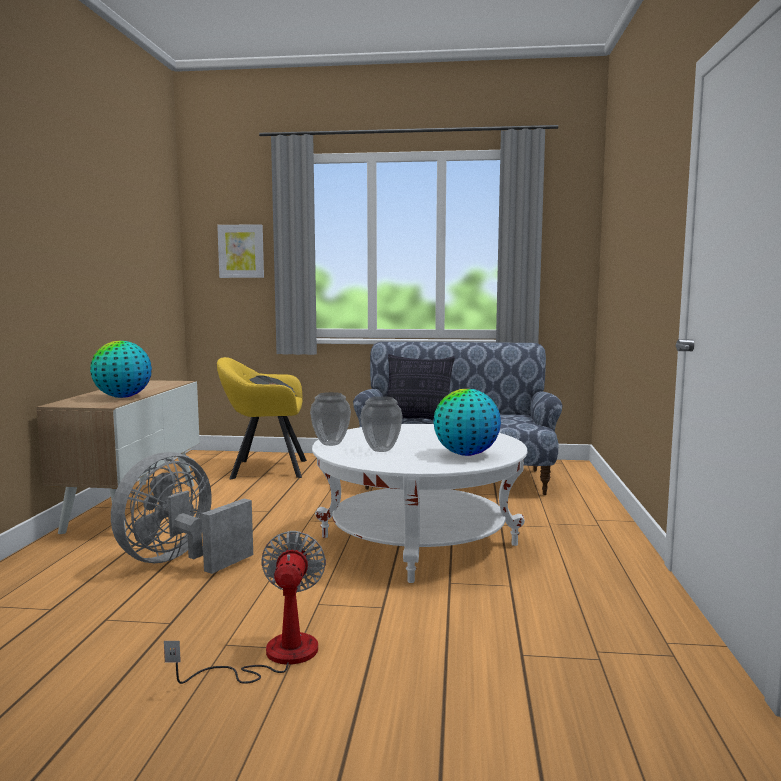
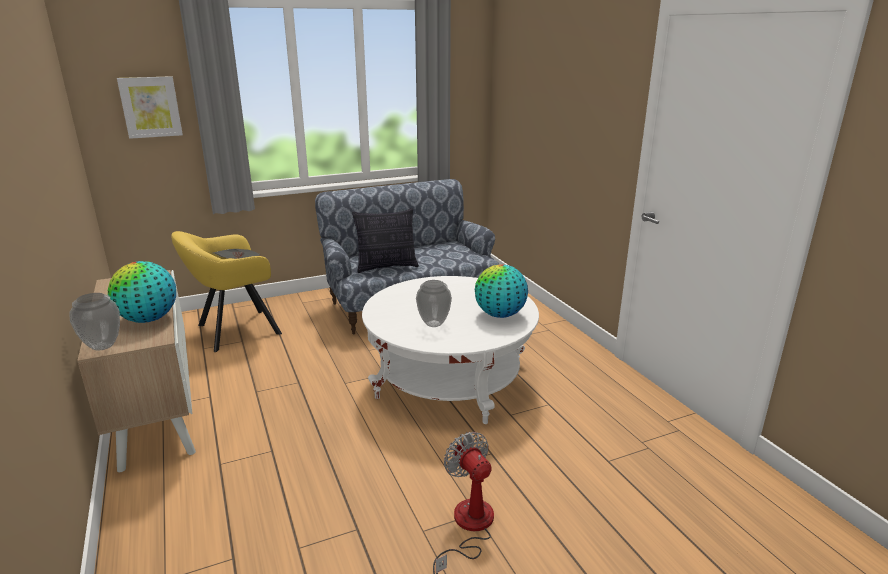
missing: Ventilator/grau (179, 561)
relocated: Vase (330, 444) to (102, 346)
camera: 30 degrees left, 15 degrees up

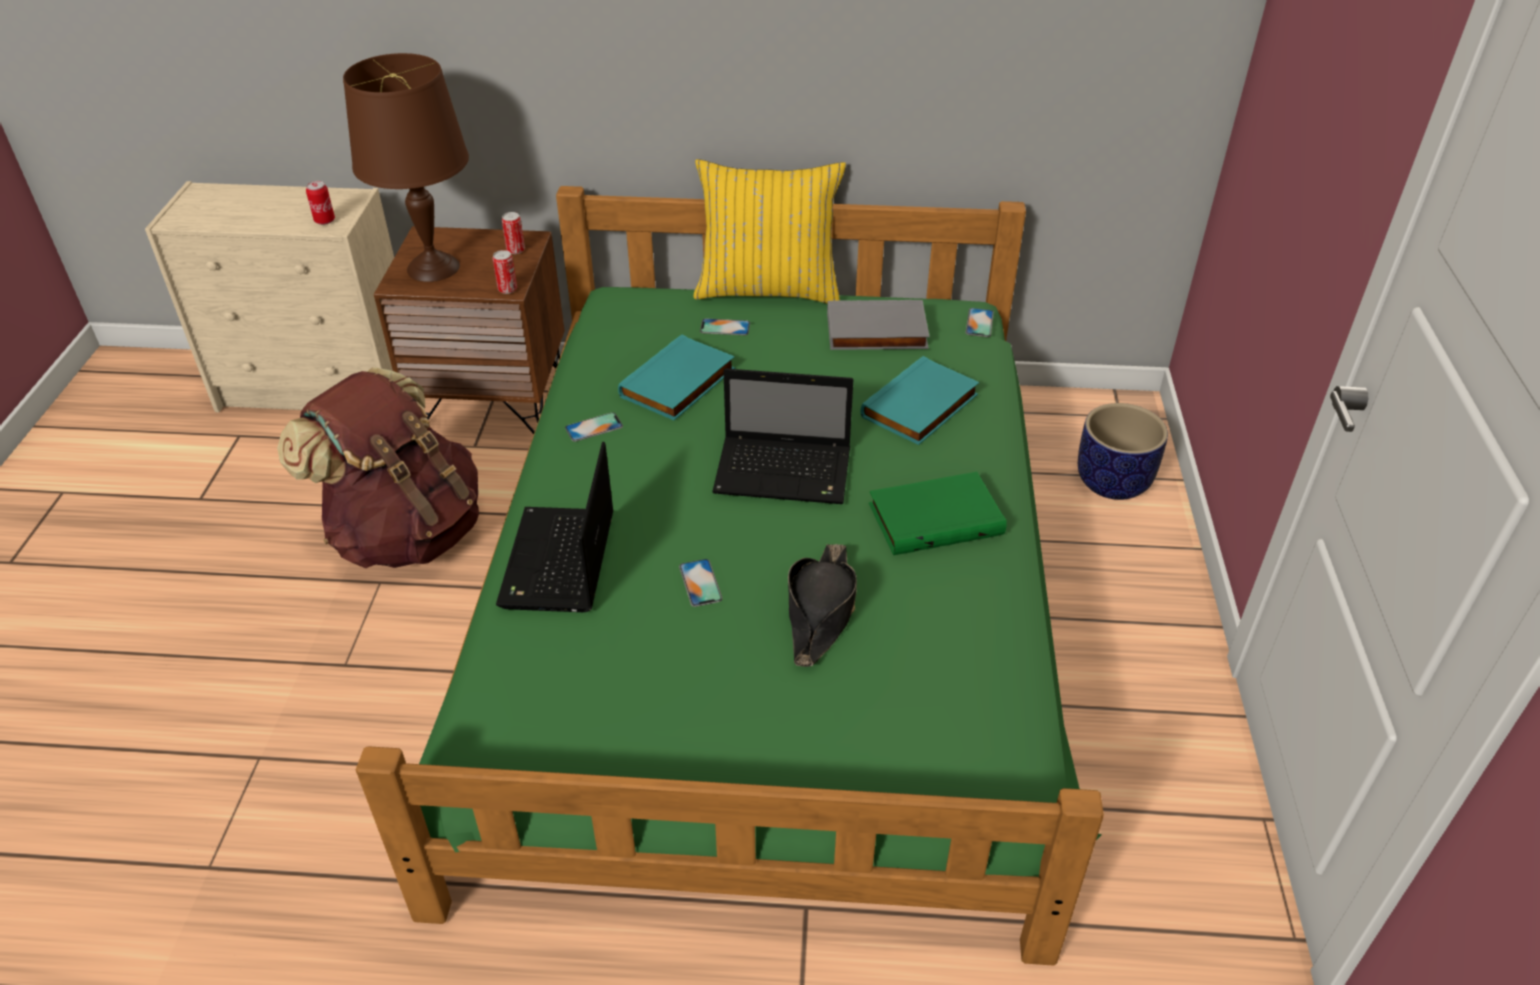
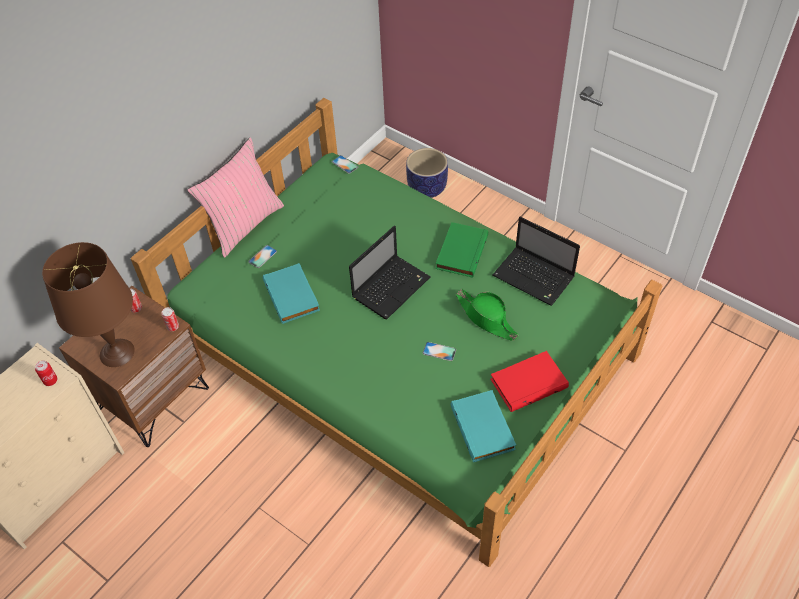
missing: Rucksack/braun (406, 532); Handy (594, 427); Buch/grau (876, 332)
appeared: Buch/rot (528, 382)
relocated: Buch/türkis (921, 407) to (484, 428); Laptop (559, 563) to (535, 277)
colour: Kissen/gelb (768, 290) to Kissen/rosa (244, 225); Hut/schwarz (820, 611) to Hut/grün (486, 318)
camera: 55 degrees left, 10 degrees up

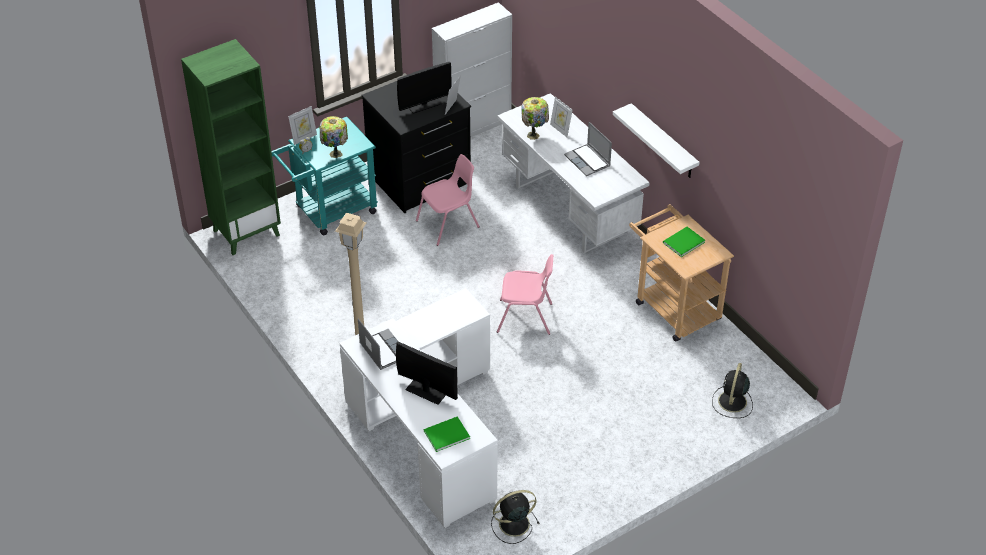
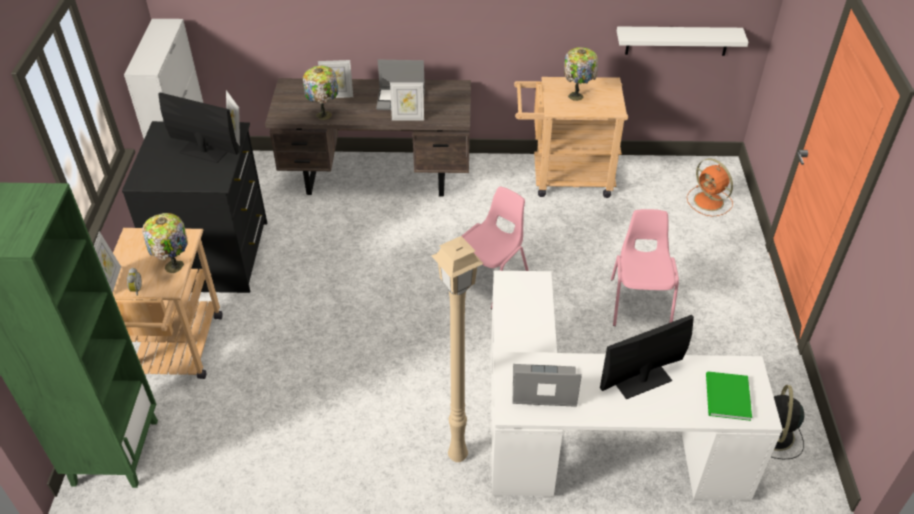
appeared: Bilderrahmen (408, 118)
relocated: Stuhl/rosa (449, 224) to (639, 302); Wandregal/weiß (663, 142) to (677, 40)
exchanged: Buch/grün (682, 242) to Tischlampe (577, 96)
colour: Rollwagen/türkis (330, 212) to Rollwagen/beige (175, 353); Schreibtisch/weiß (570, 210) to Schreibtisch/braun (378, 177); Ventilator/schwarz (732, 402) to Ventilator/orange (709, 202)
spun: Monitor (424, 104) = (203, 152) 75 degrees counterclockwise
camera: 55 degrees left, 0 degrees up

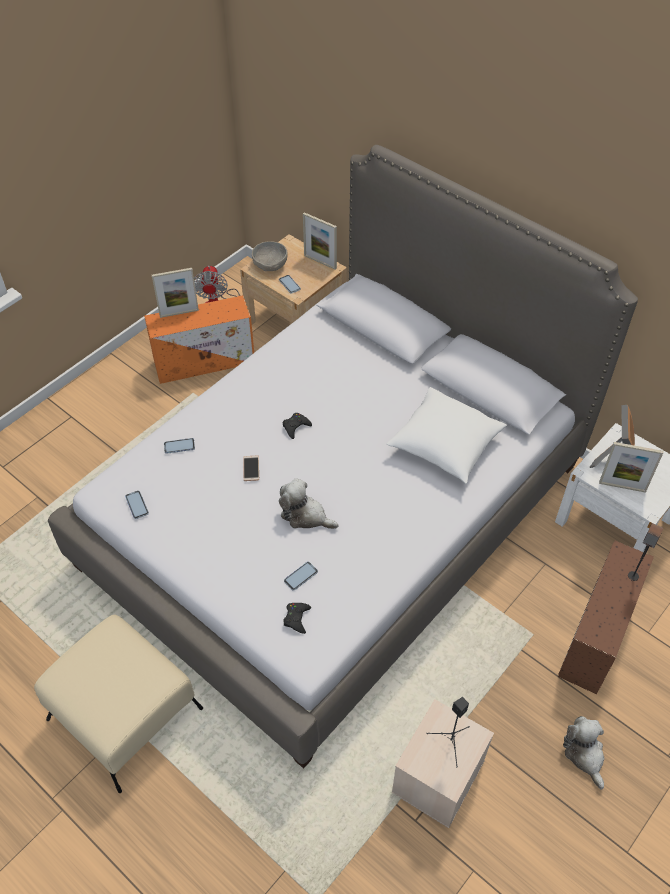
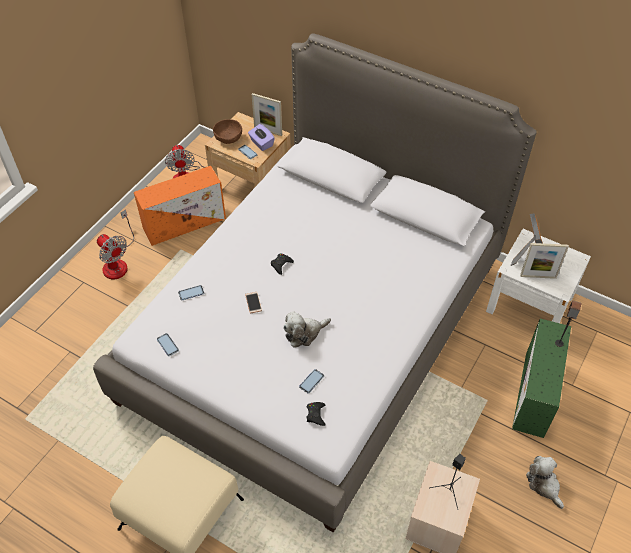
missing: Bilderrahmen (179, 313); Kissen/weiß (445, 446)
appeared: Ventilator (117, 262); Taschentuchbox/lila (261, 143)
colour: Schüssel/grau (270, 265) to Schüssel/braun (228, 138); Aufbewahrungsbox/braun (596, 637) to Aufbewahrungsbox/grün (534, 394)
spun: Plüschtier (305, 515) = (304, 333) 45 degrees counterclockwise
camera: 10 degrees left, 0 degrees up

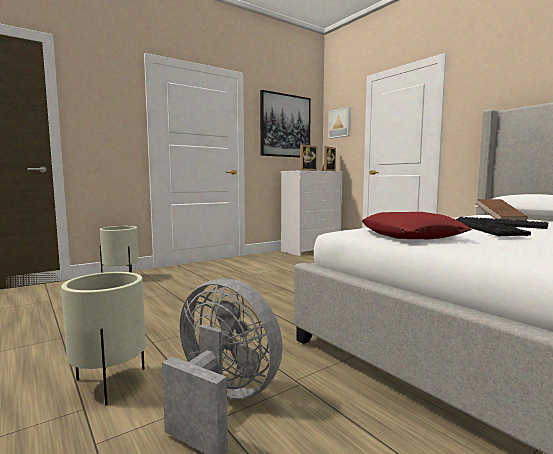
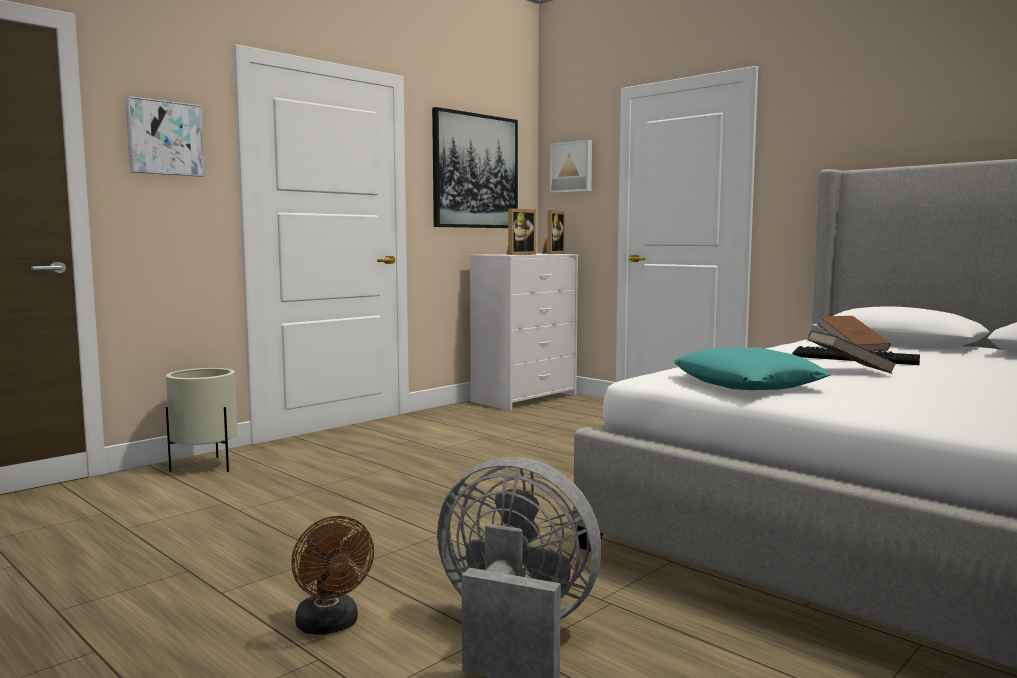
appeared: Bild (164, 138)
exchanged: Pflanzkübel/beige (110, 383) to Ventilator/braun (330, 626); Tastatur (491, 230) to Buch/braun (849, 370)
colour: Kissen/rot (410, 235) to Kissen/türkis (747, 383)
camera: 10 degrees left, 0 degrees up

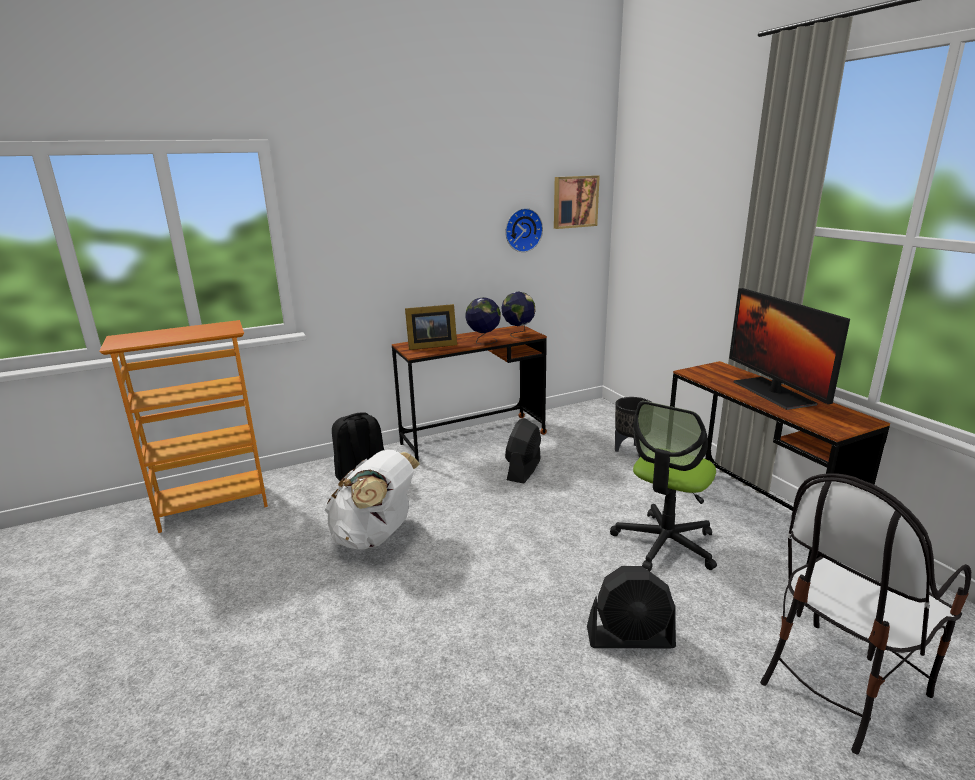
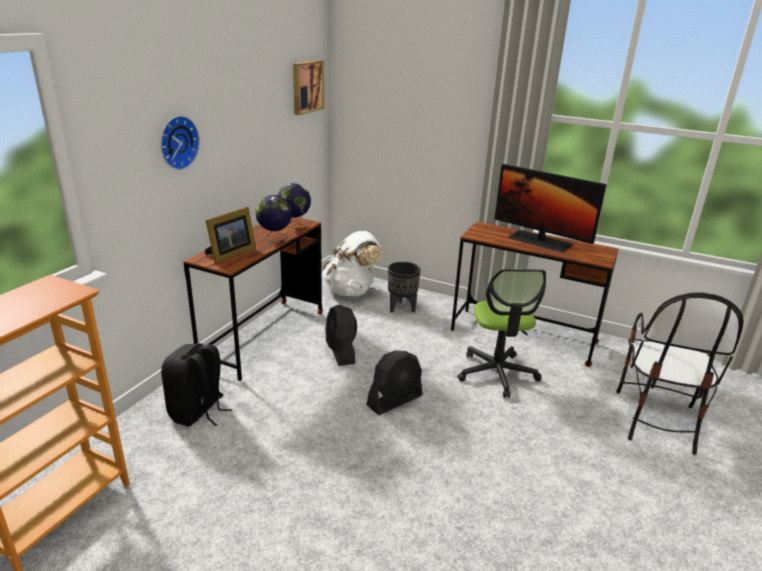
relocated: Wanduhr (522, 230) to (177, 142); Rucksack/weiß (375, 537) to (352, 291); Ventilator/schwarz (630, 638) to (395, 400)
camera: 40 degrees left, 5 degrees up

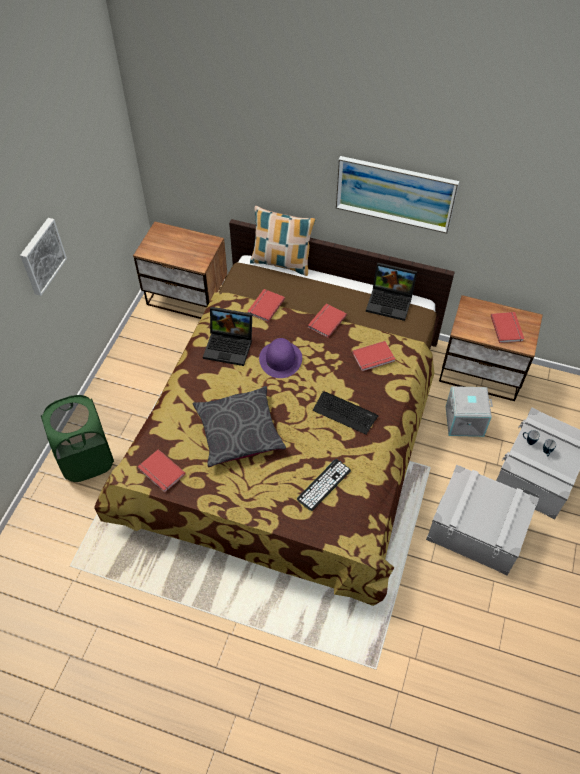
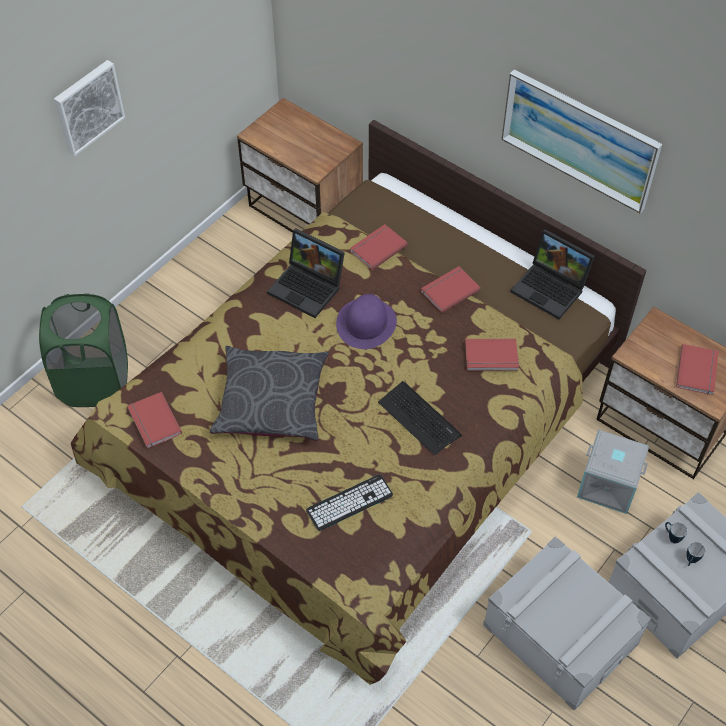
missing: Kissen (281, 263)
camera: 20 degrees right, 0 degrees up

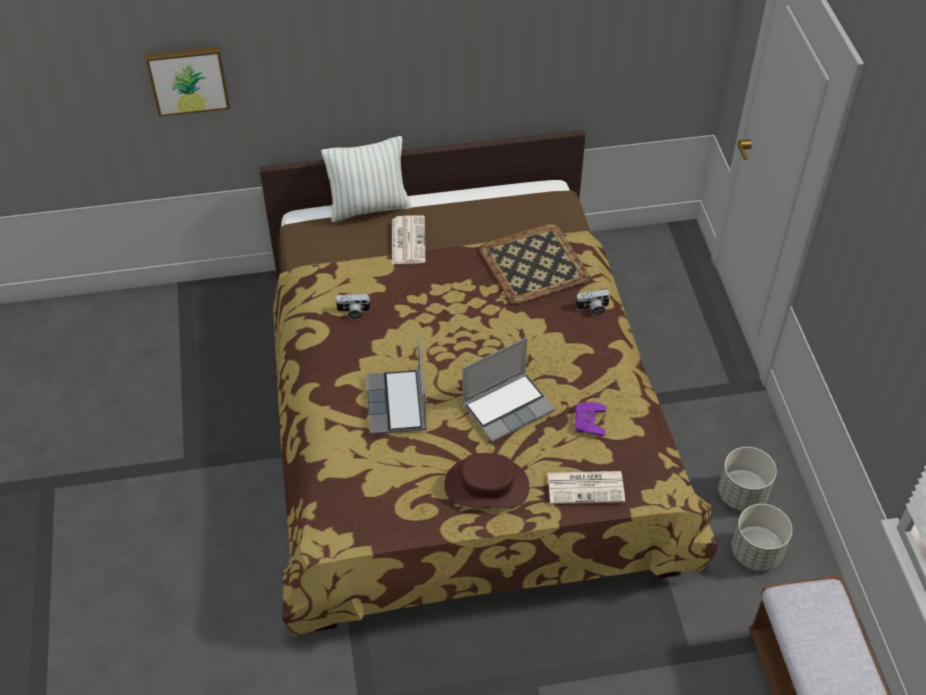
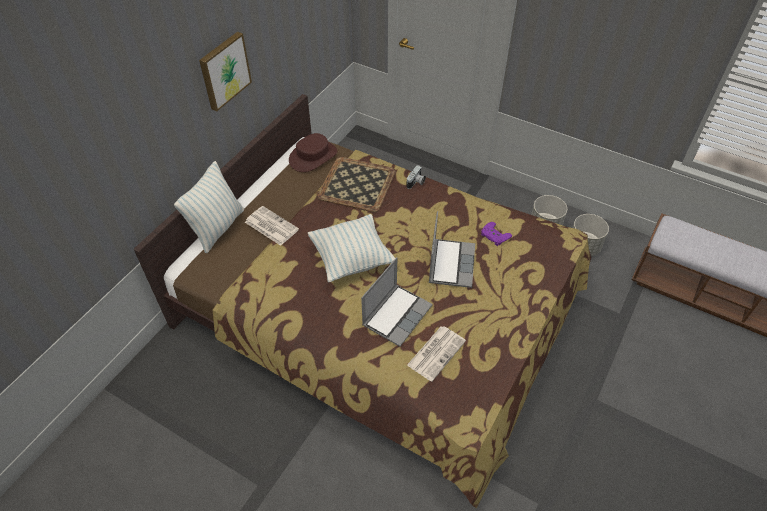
missing: Kamera (353, 312)
appeared: Kissen (351, 259)
relocated: Bild (188, 79) to (224, 70); Hut/braun (487, 486) to (313, 156); Zeitung (586, 487) to (436, 352)
spun: Laptop (397, 404) = (396, 314) 90 degrees counterclockwise
camera: 50 degrees left, 0 degrees up

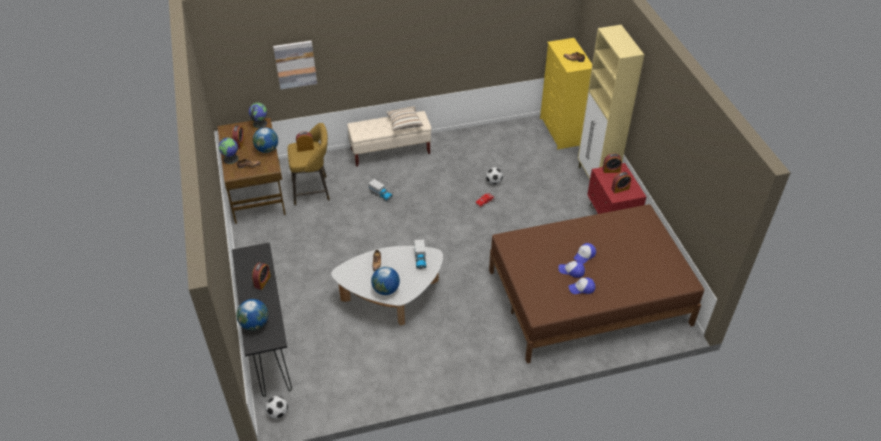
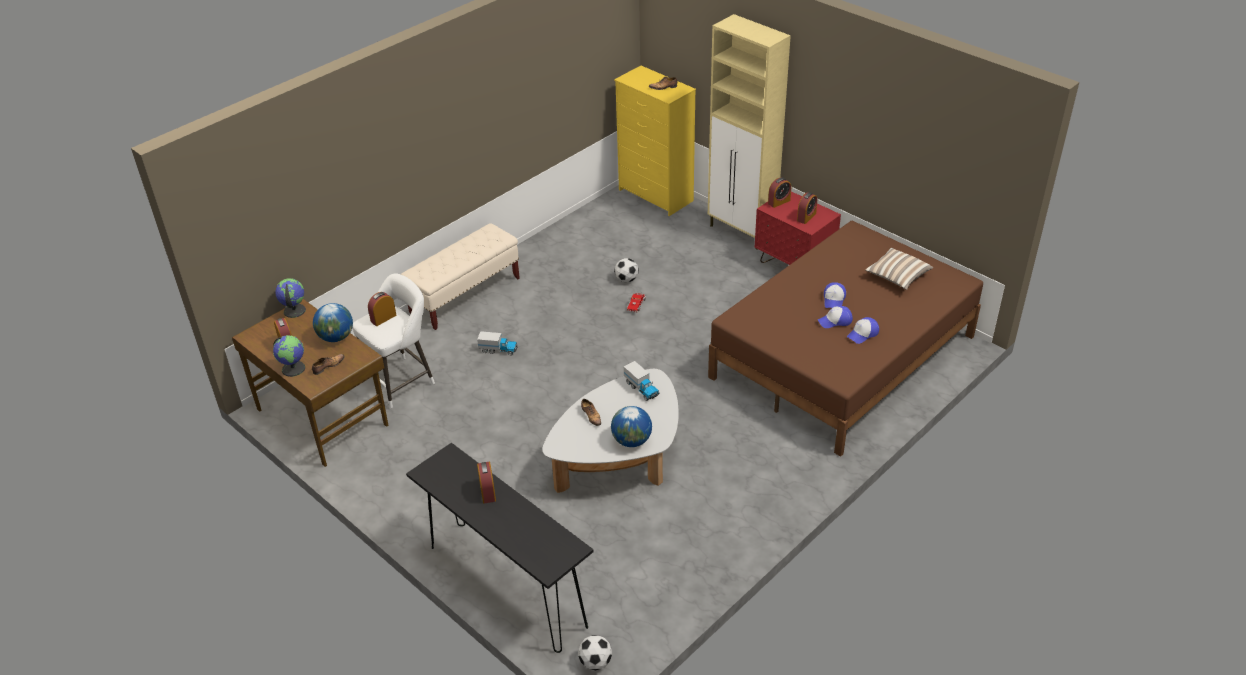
missing: Globus (254, 324); Bild (295, 64)
relocated: Kissen (404, 123) to (897, 276)
colour: Hocker/gelb (313, 190) to Hocker/weiß (401, 380)
camera: 30 degrees left, 5 degrees down

